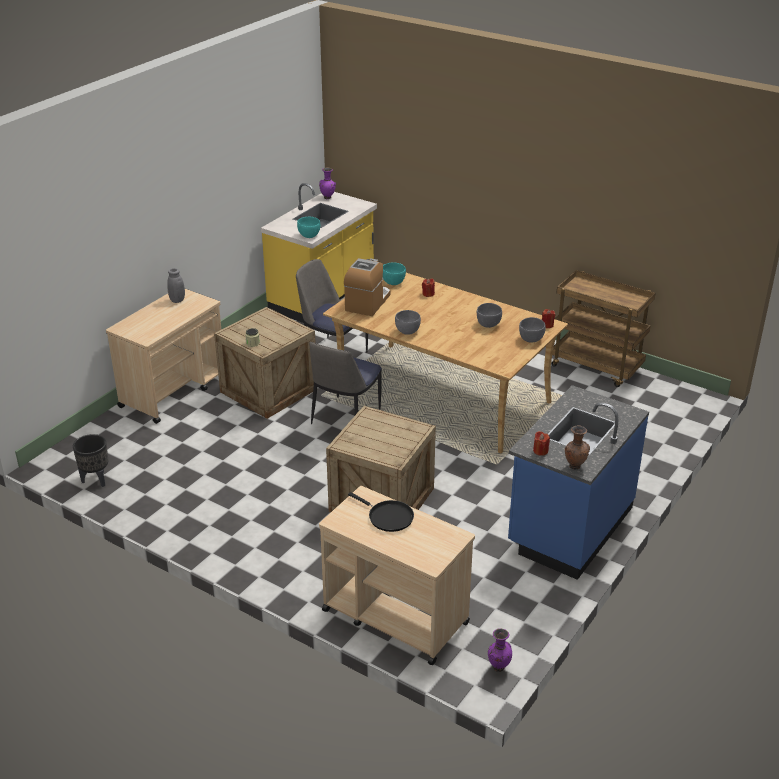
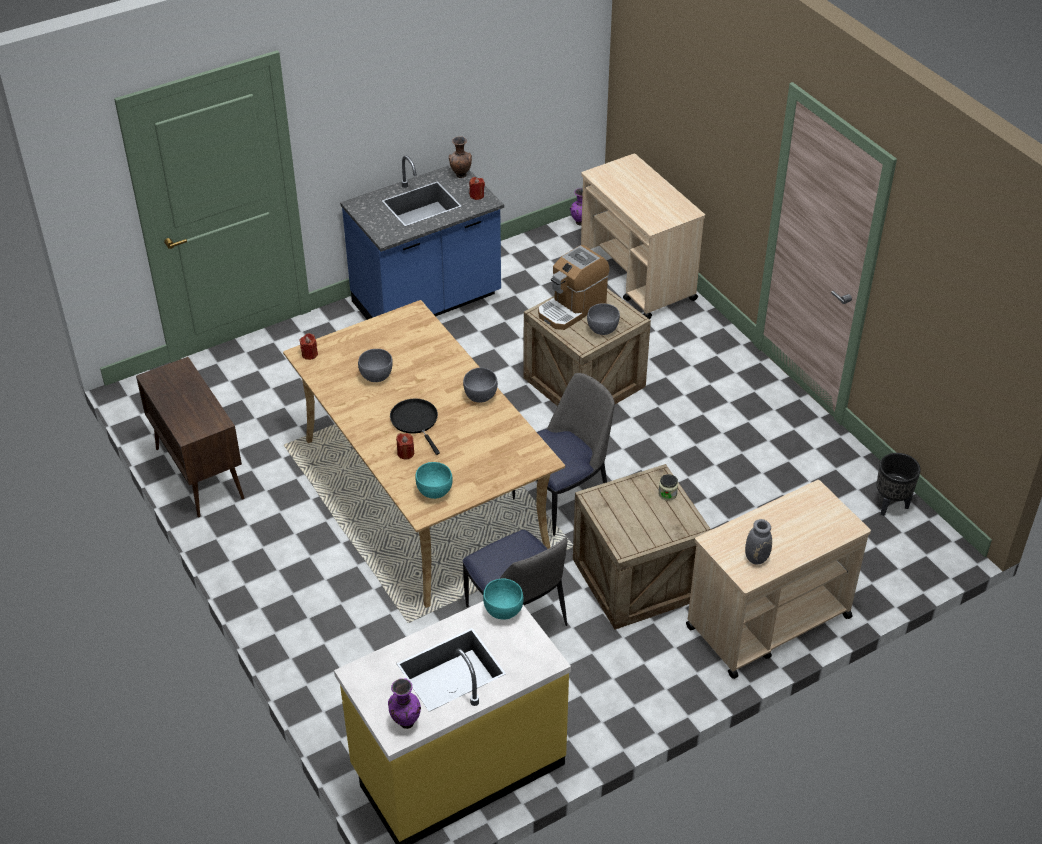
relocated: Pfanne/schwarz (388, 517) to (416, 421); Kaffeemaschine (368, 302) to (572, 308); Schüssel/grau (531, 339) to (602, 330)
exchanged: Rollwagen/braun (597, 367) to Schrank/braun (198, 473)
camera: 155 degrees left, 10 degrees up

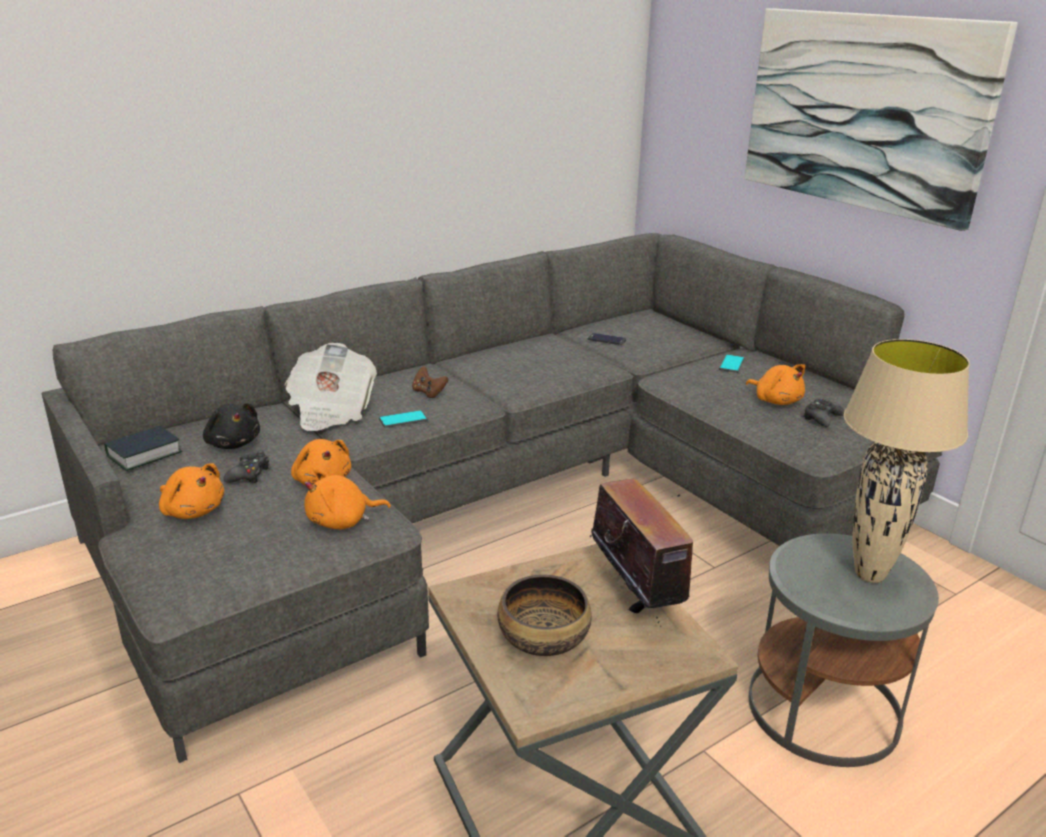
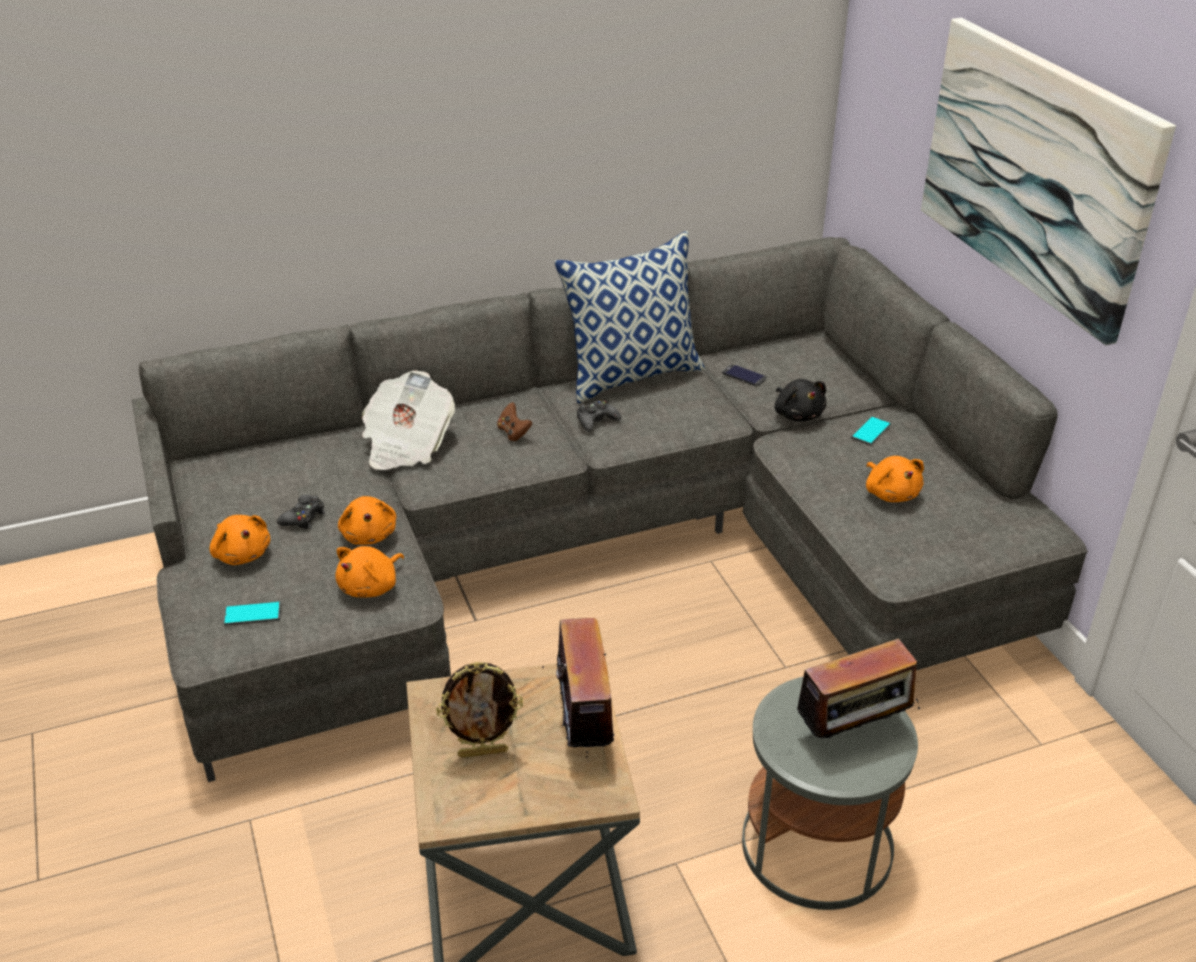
missing: Buch (144, 454)
appeared: Kissen (632, 375)
relocated: Handy (403, 419) to (253, 614); Gamepad/schwarz (821, 418) to (596, 421); Plüschtier/schwarz (233, 443) to (798, 414)
exchanged: Schüssel (544, 637) to Bilderrahmen (483, 752); Tischlampe/beige (869, 574) to Radio (853, 732)
spun: Plüschtier/orange (342, 521) = (371, 587) 45 degrees counterclockwise
camera: 15 degrees right, 10 degrees up

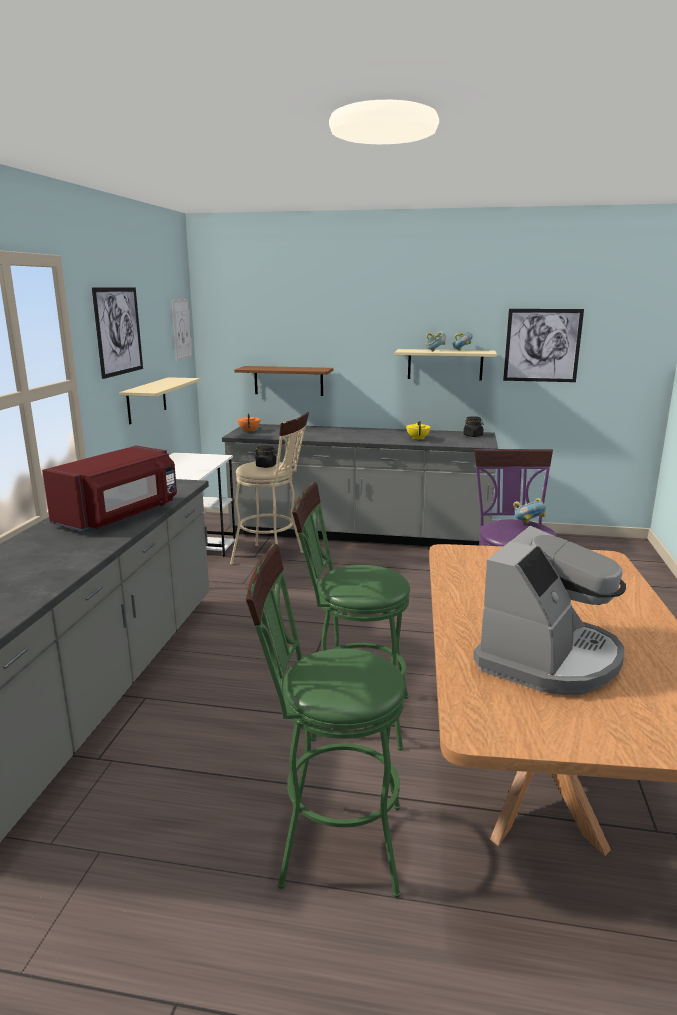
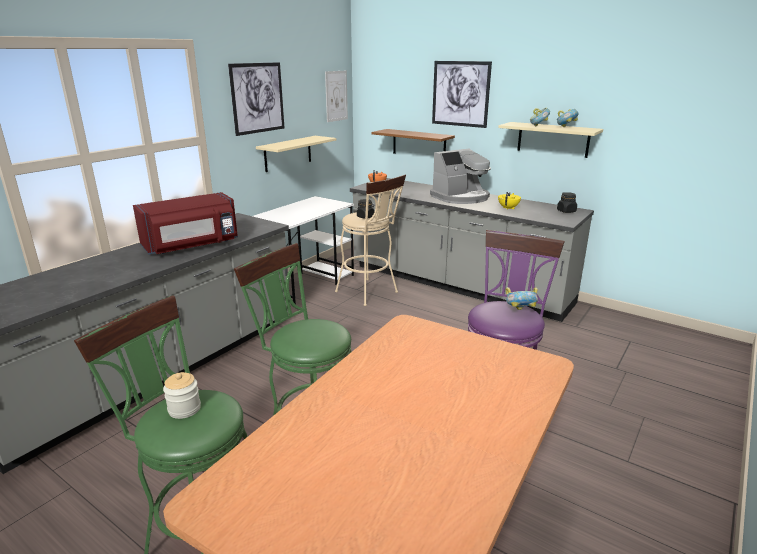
appeared: Vorratsglas (184, 409)
relocated: Kaffeemaschine (548, 658) to (461, 197); Bild (542, 345) to (460, 94)
camera: 25 degrees right, 5 degrees up

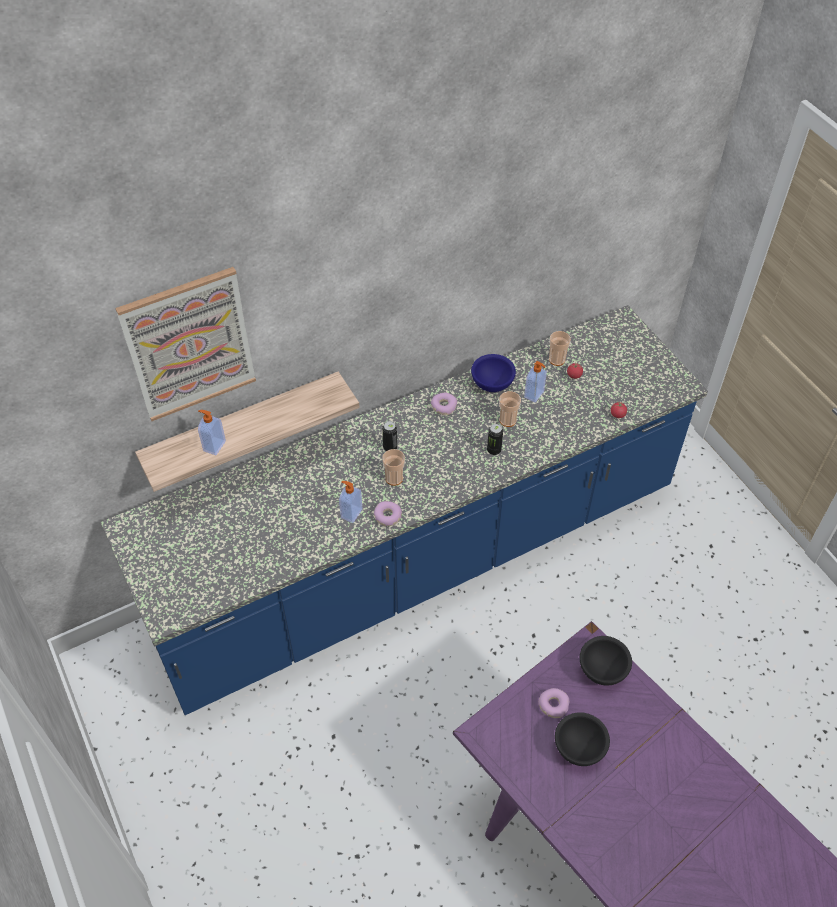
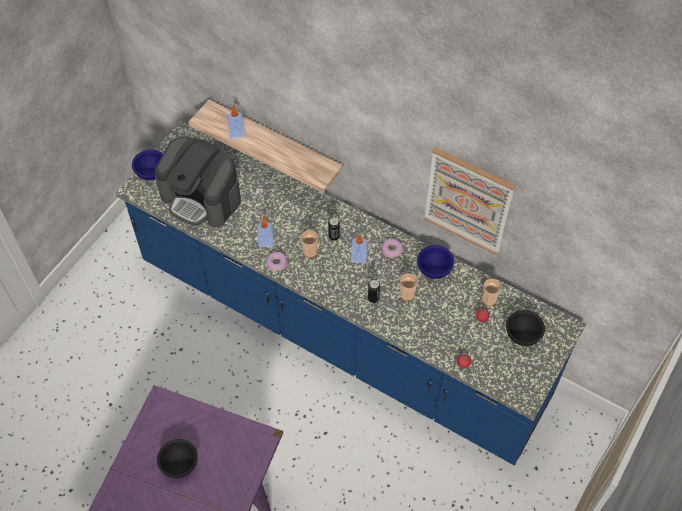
missing: Donut (553, 705)
appeared: Schüssel/blau (152, 172); Kaffeemaschine (201, 198)
relocated: Seifenspender (534, 394) to (358, 258); Bild (189, 344) to (468, 201); Schüssel/schwarz (601, 670) to (522, 335)
camera: 60 degrees right, 5 degrees up

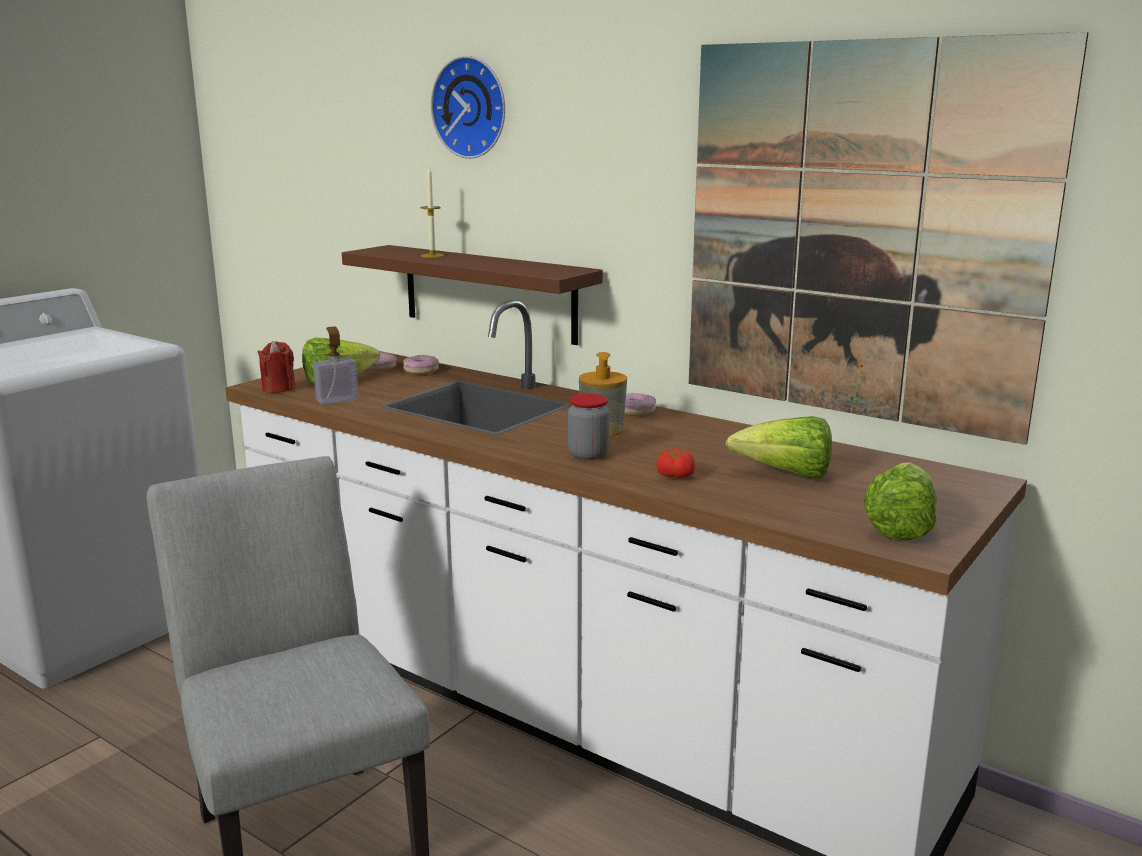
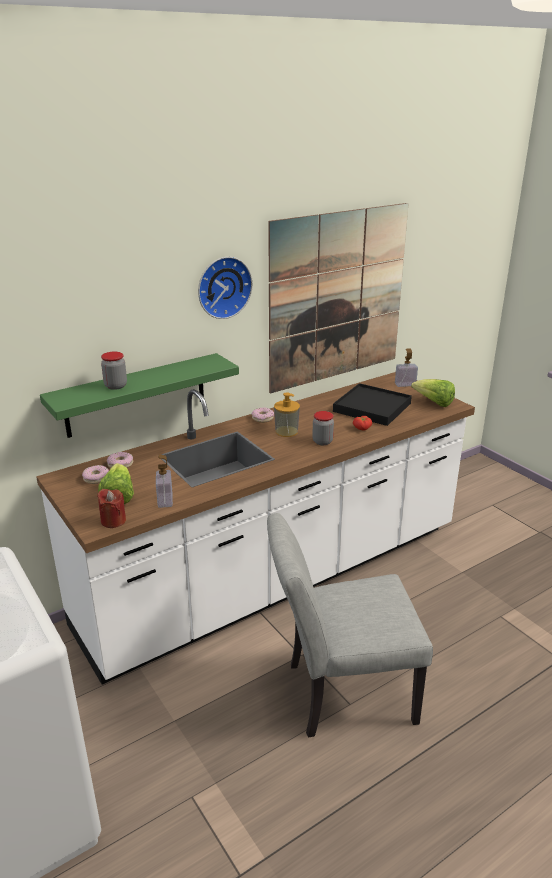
appeared: Seifenspender (405, 384)
relocated: Wanduhr (472, 107) to (223, 287)
exchanged: Kerze (432, 255) to Vorratsglas (115, 386); Salatkopf (786, 475) to Tablett/schwarz (372, 407)
colour: Wandregal/braun (488, 293) to Wandregal/grün (136, 395)
camera: 70 degrees left, 10 degrees up

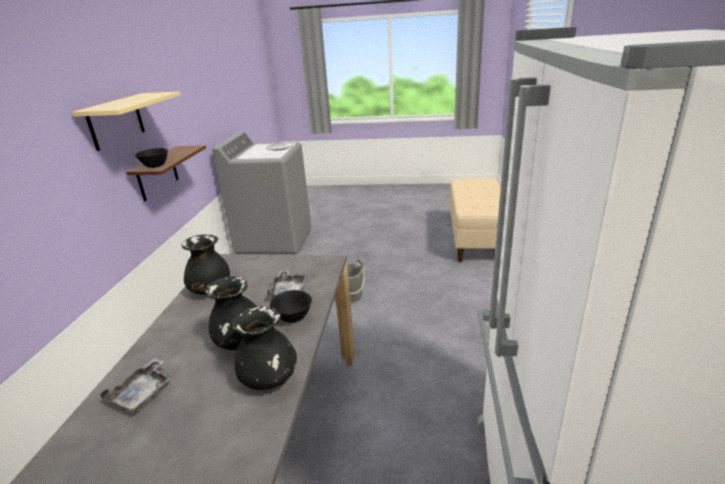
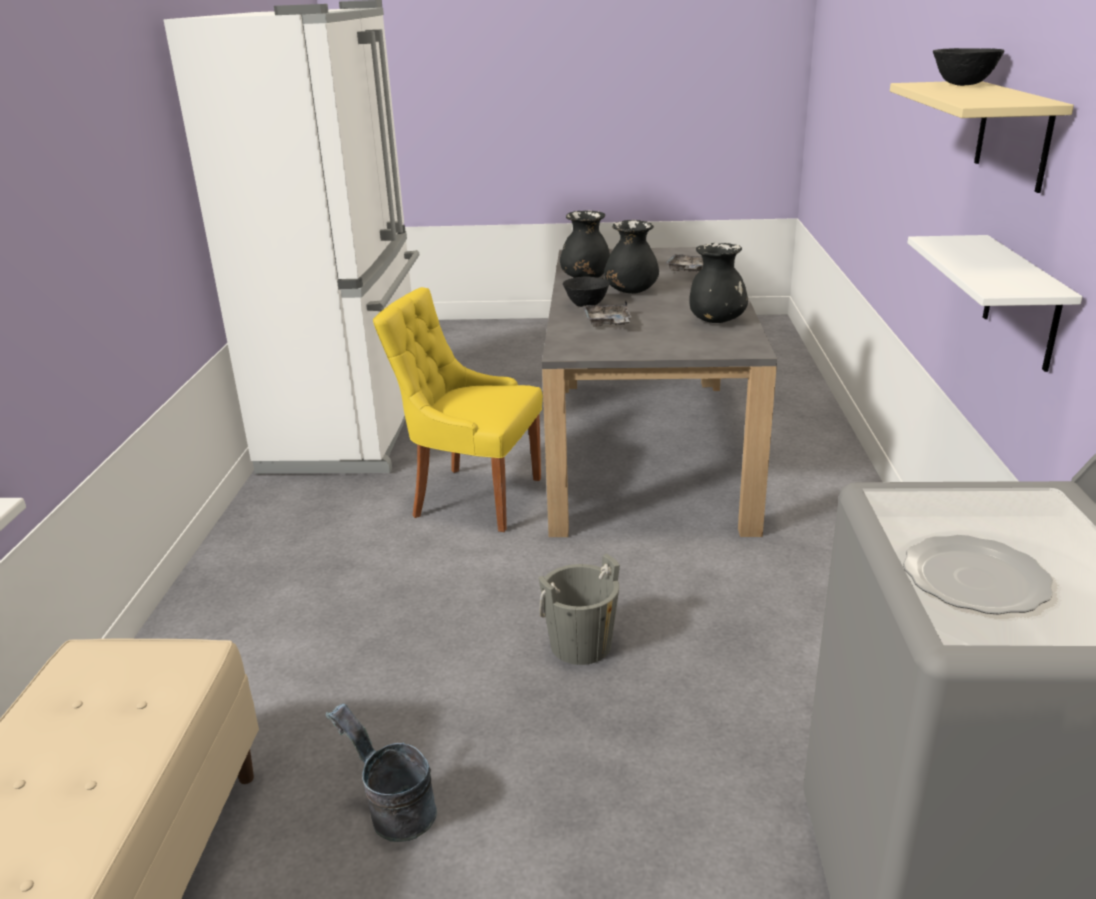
appeared: Eimer/grau (393, 812); Stuhl/gelb (472, 497)
relocated: Schüssel/schwarz (155, 167) to (962, 85)
colour: Wandregal/braun (157, 174) to Wandregal/weiß (1022, 303)
camera: 175 degrees right, 0 degrees up

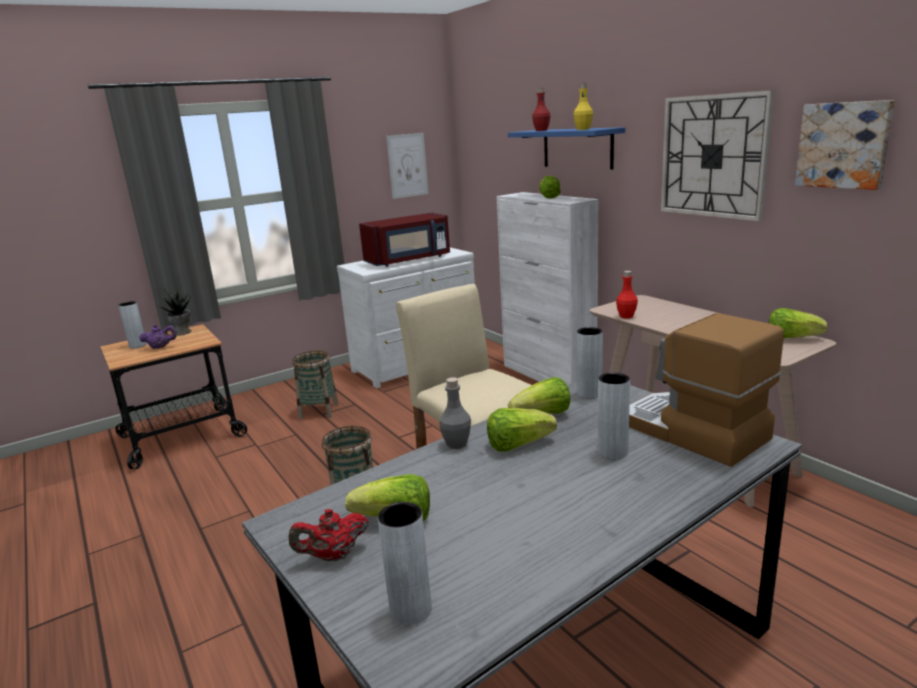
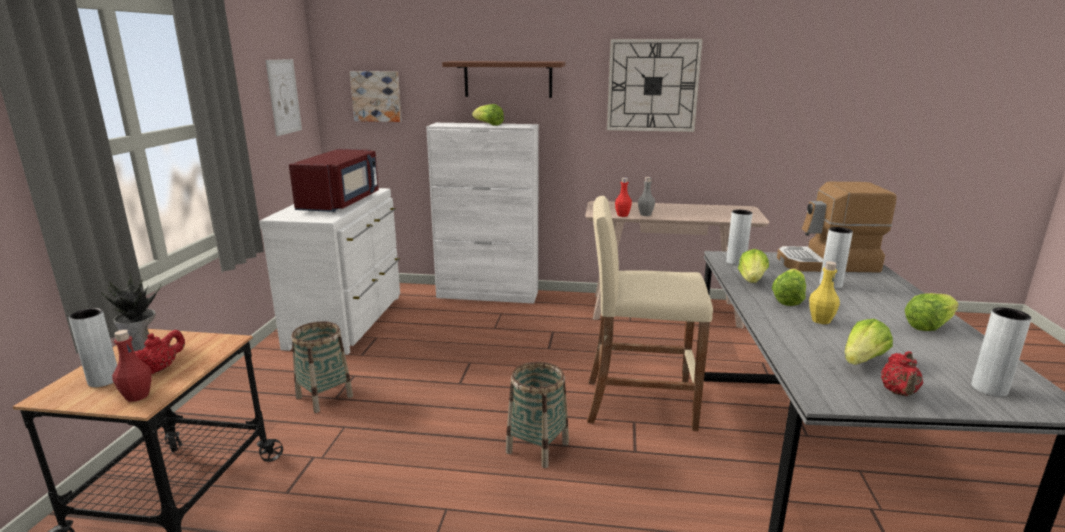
relocated: Flasche/rot (541, 130) to (137, 396); Bild (844, 145) to (377, 96); Flasche/grau (456, 444) to (645, 214); Flasche/gelb (583, 129) to (820, 320); Salatkopf (791, 338) to (928, 325)
colour: Teekanne/lila (161, 347) to Teekanne/rot (160, 368); Wandregal/blau (577, 148) to Wandregal/braun (508, 79)
camera: 50 degrees left, 0 degrees up

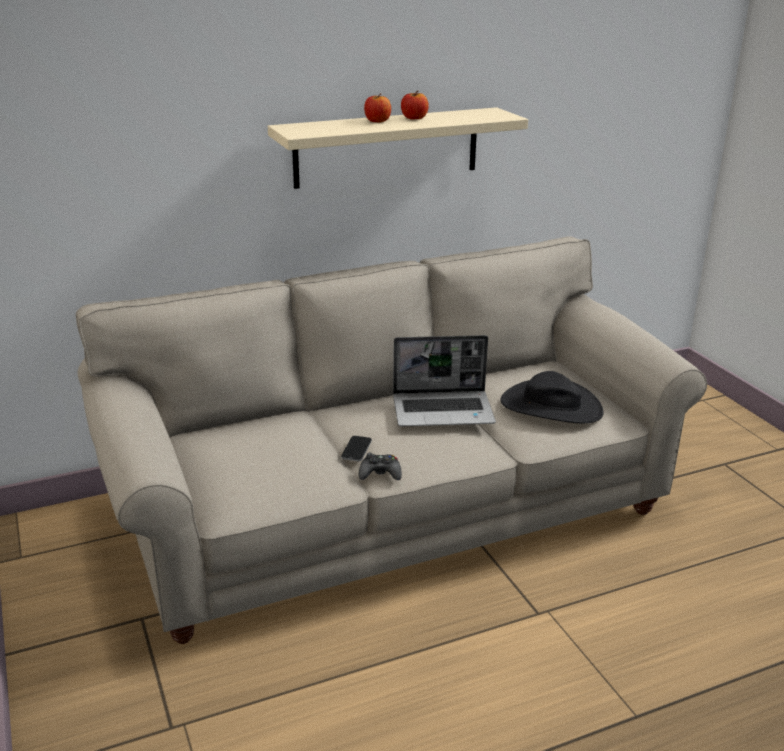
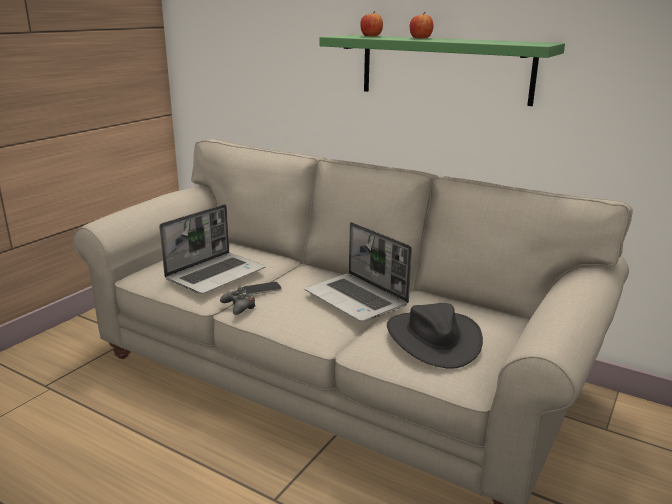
appeared: Laptop (216, 274)
relocated: Apfel (414, 118) to (371, 36)
colour: Wandregal/beige (387, 147) to Wandregal/grün (445, 68)
camera: 55 degrees right, 5 degrees down

